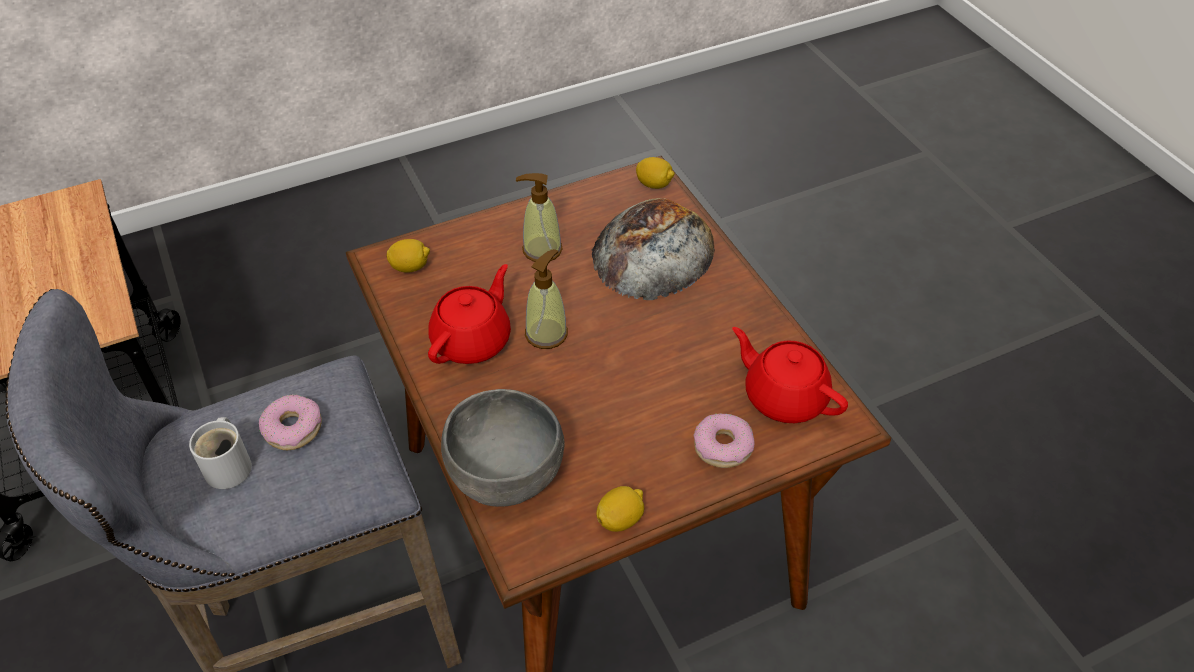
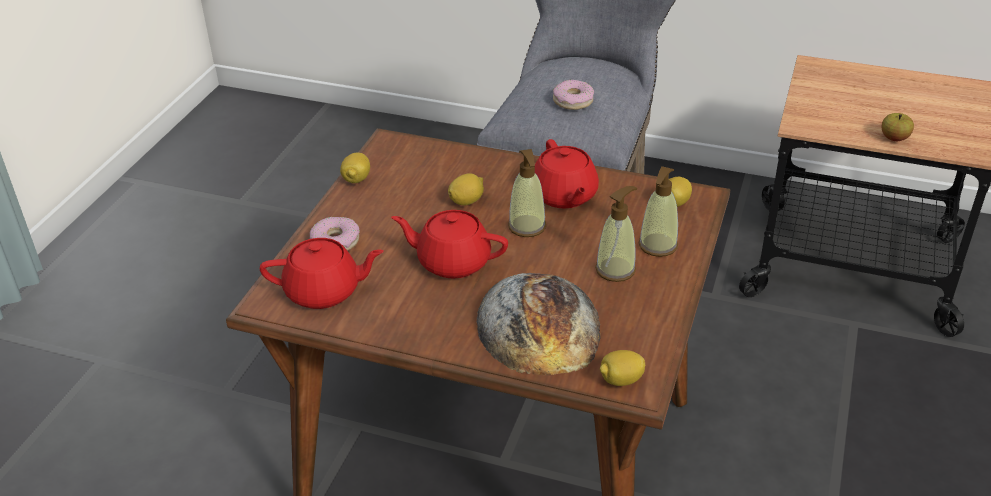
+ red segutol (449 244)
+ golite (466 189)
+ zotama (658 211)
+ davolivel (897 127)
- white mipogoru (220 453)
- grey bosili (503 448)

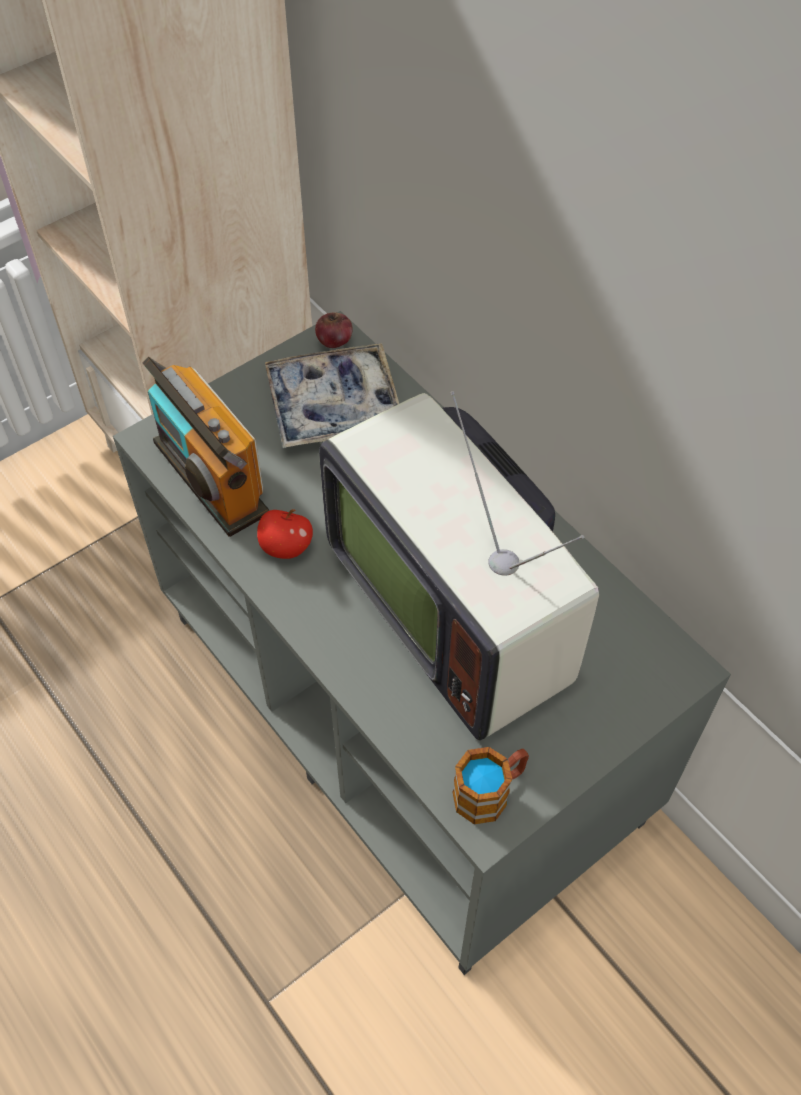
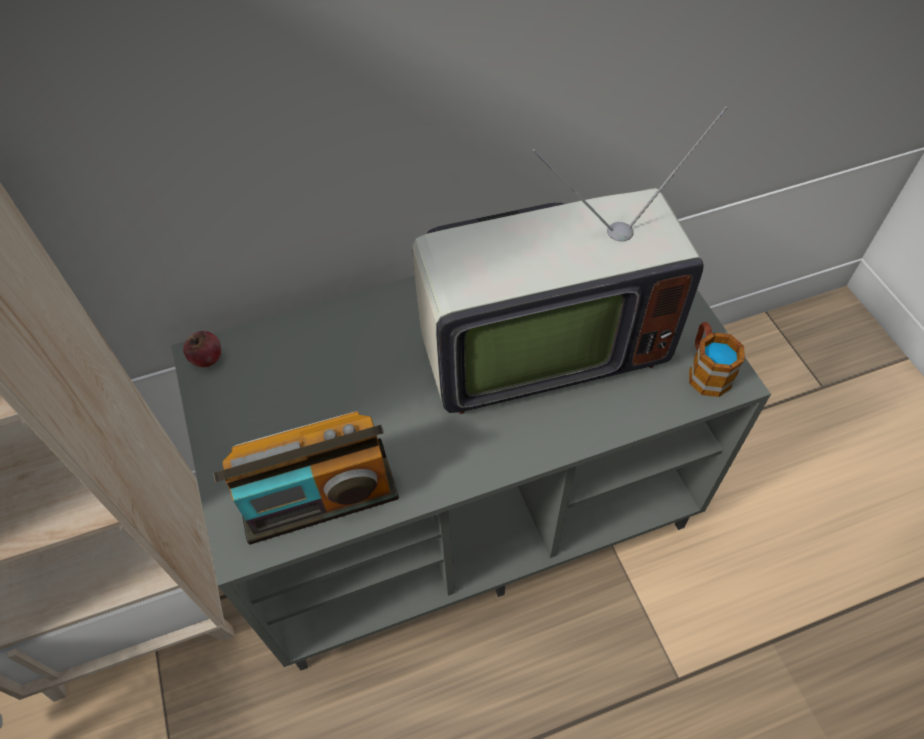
- davolivel (285 534)
- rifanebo (332 395)

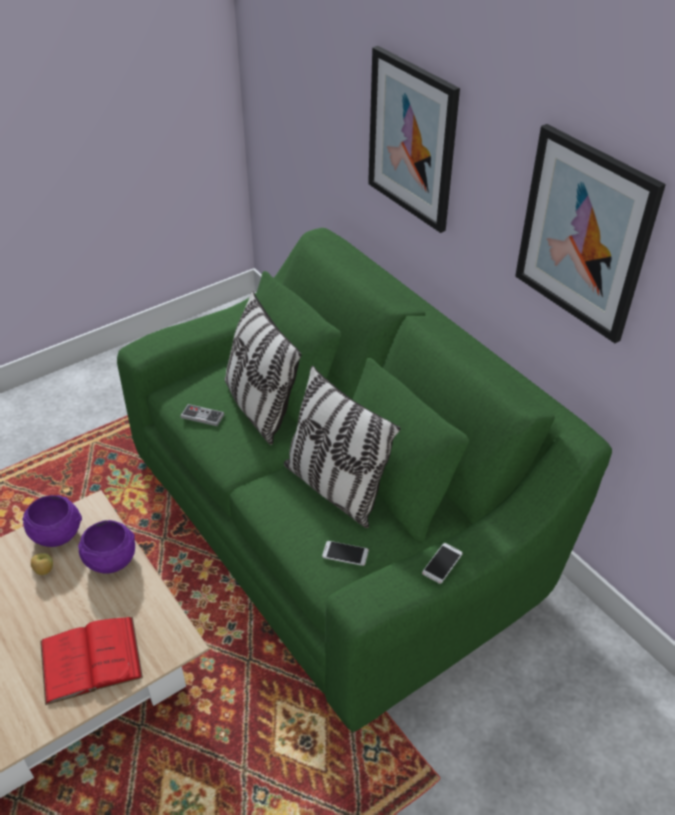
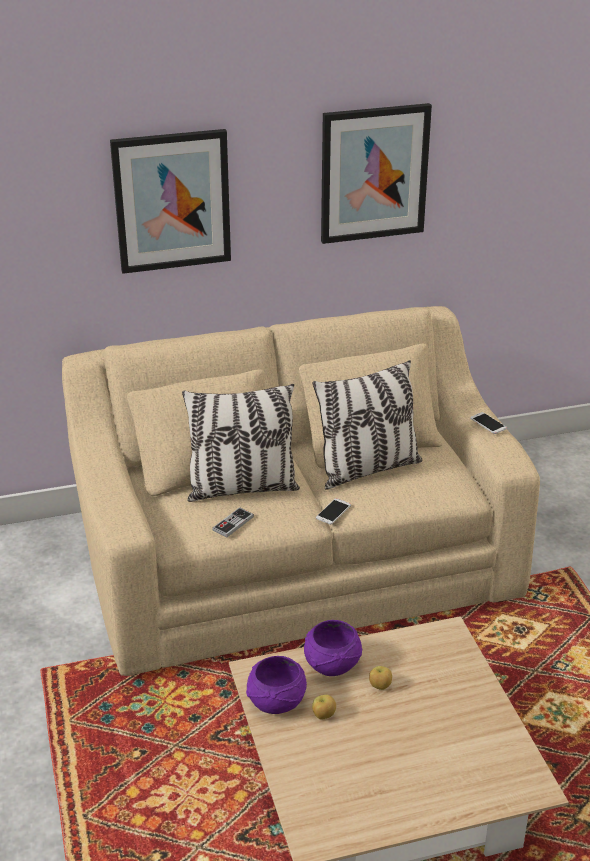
~ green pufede (364 480) to beige pufede (301 491)
~ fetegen (345 553) to (333 511)
+ davolivel (380 678)
- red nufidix (91 661)

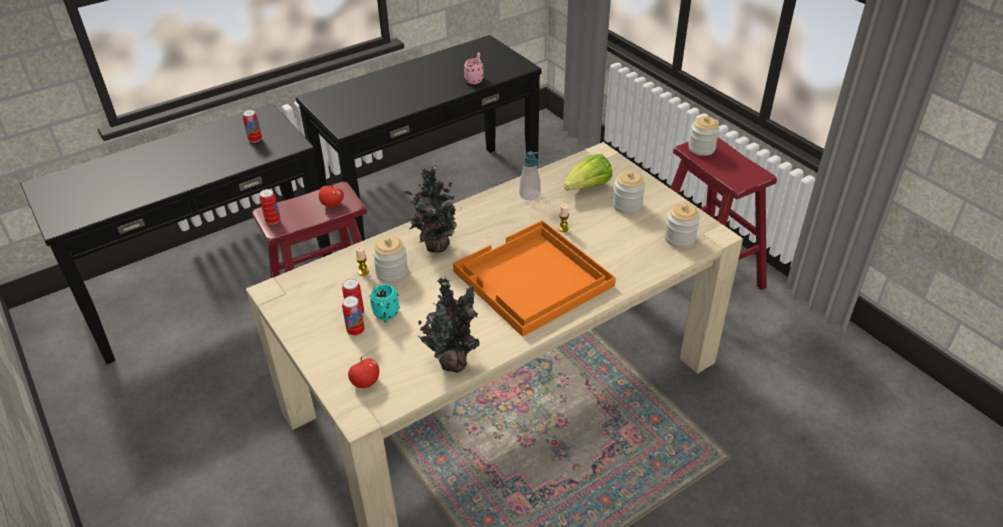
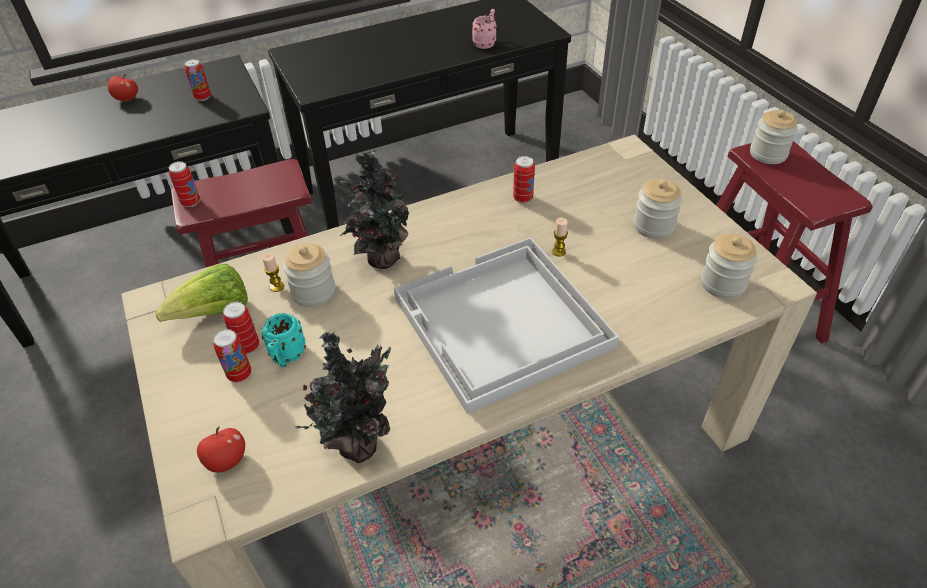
~ davolivel (331 195) to (123 87)
~ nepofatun (588 172) to (202 293)
~ orange rifanebo (534 278) to white rifanebo (506 325)
~ zotama (530 175) to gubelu (524 179)

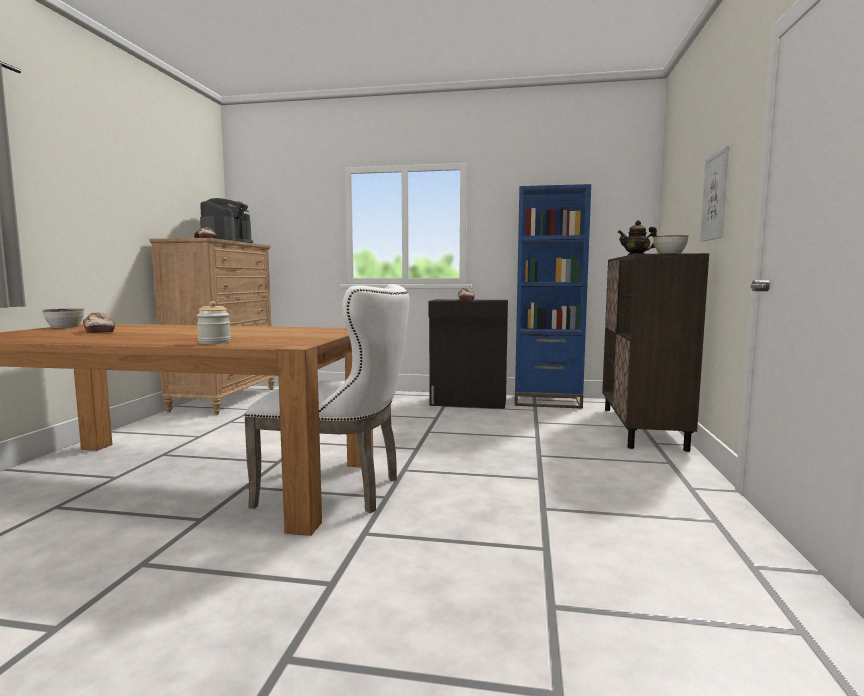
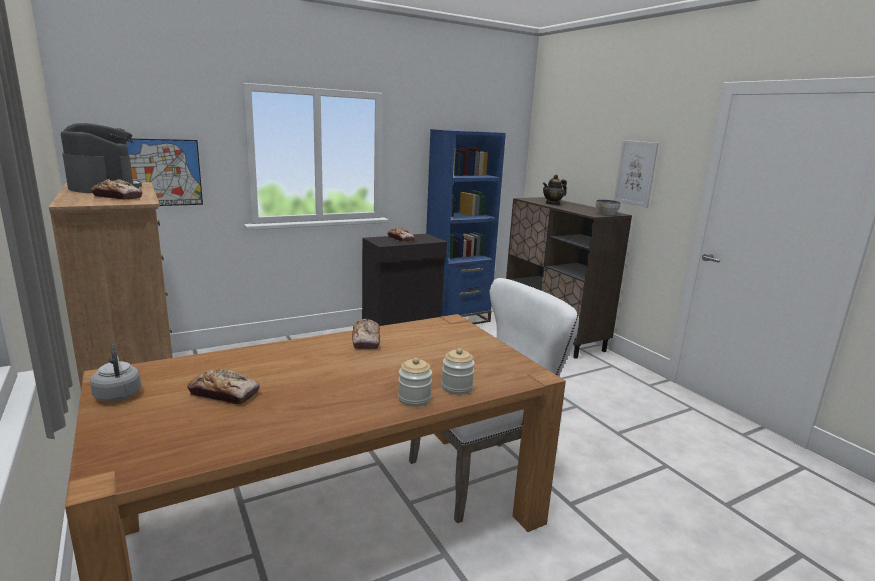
~ bosili (63 318) to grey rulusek (115 373)
+ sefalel (164 172)
+ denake (366 334)
+ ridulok (415 382)

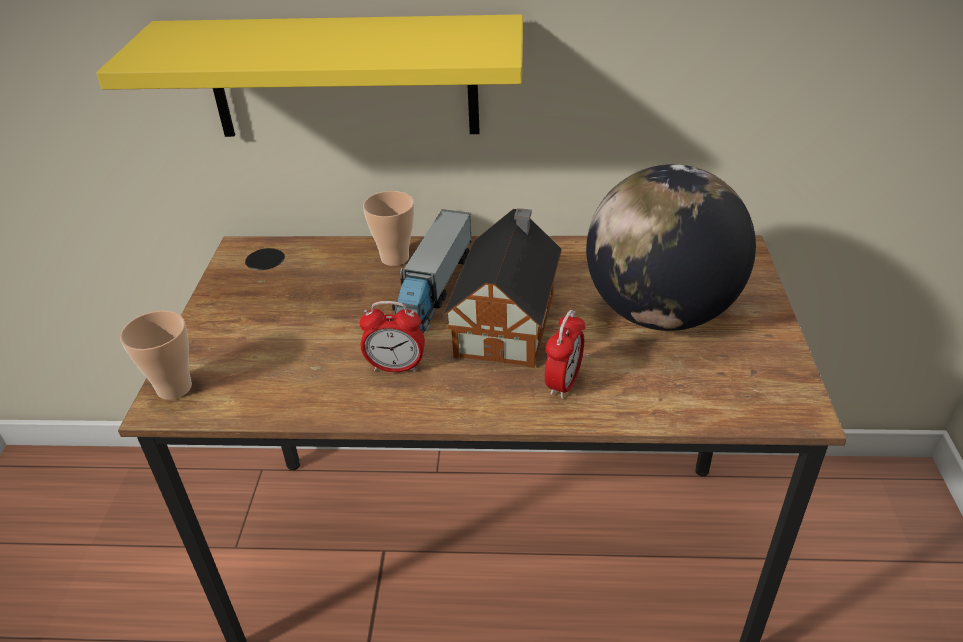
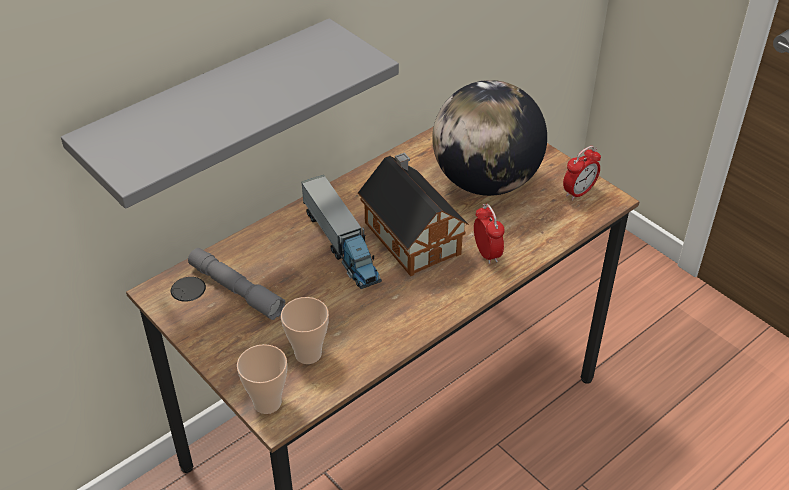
~ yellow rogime (309 75) to grey rogime (230 113)
+ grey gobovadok (236 284)
~ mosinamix (388 228) to (305 330)
~ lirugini (392 336) to (582 173)

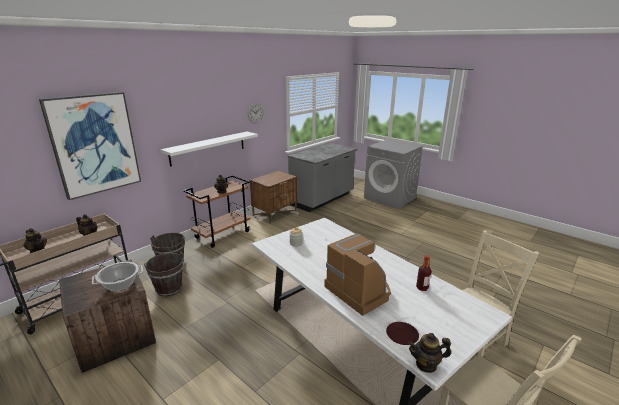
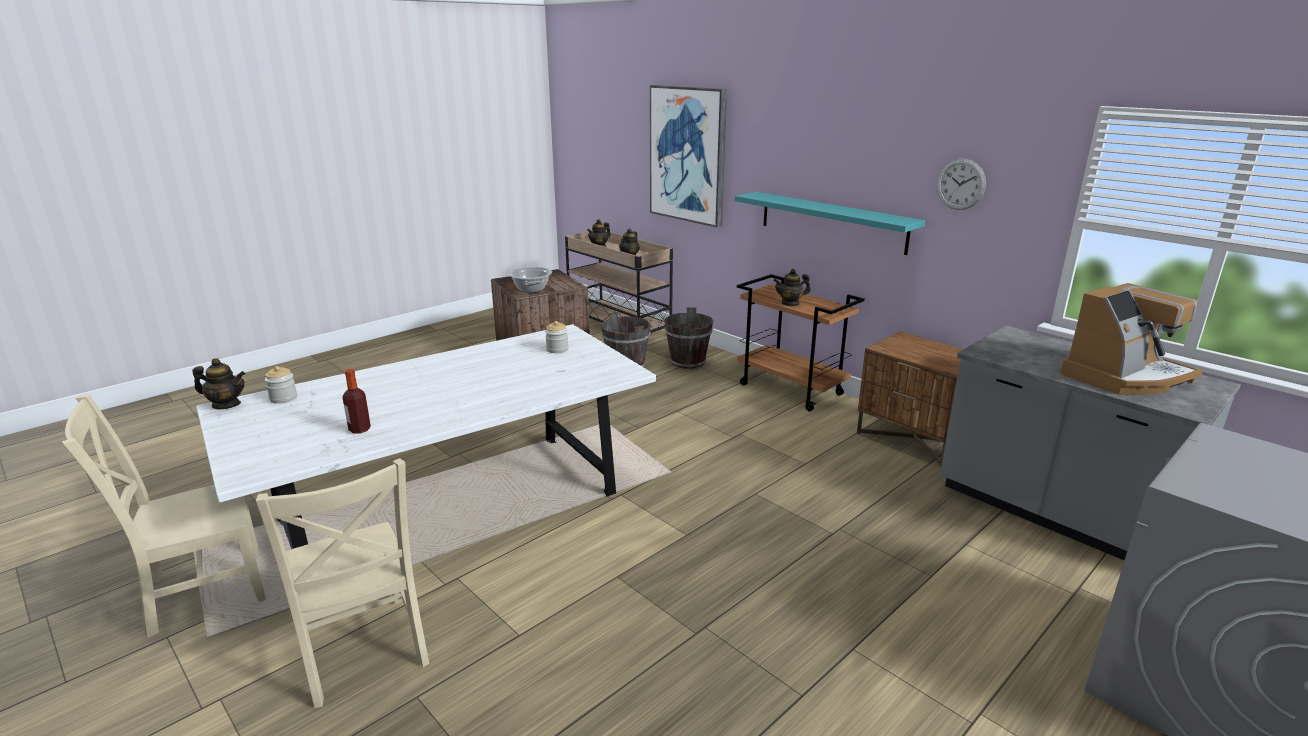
~ segutol (429 353) = (218 383) 90 degrees clockwise
~ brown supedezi (402 333) to ridulok (281 385)
~ white rogime (209 149) to turquoise rogime (830 223)
~ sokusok (357 274) to (1131 339)

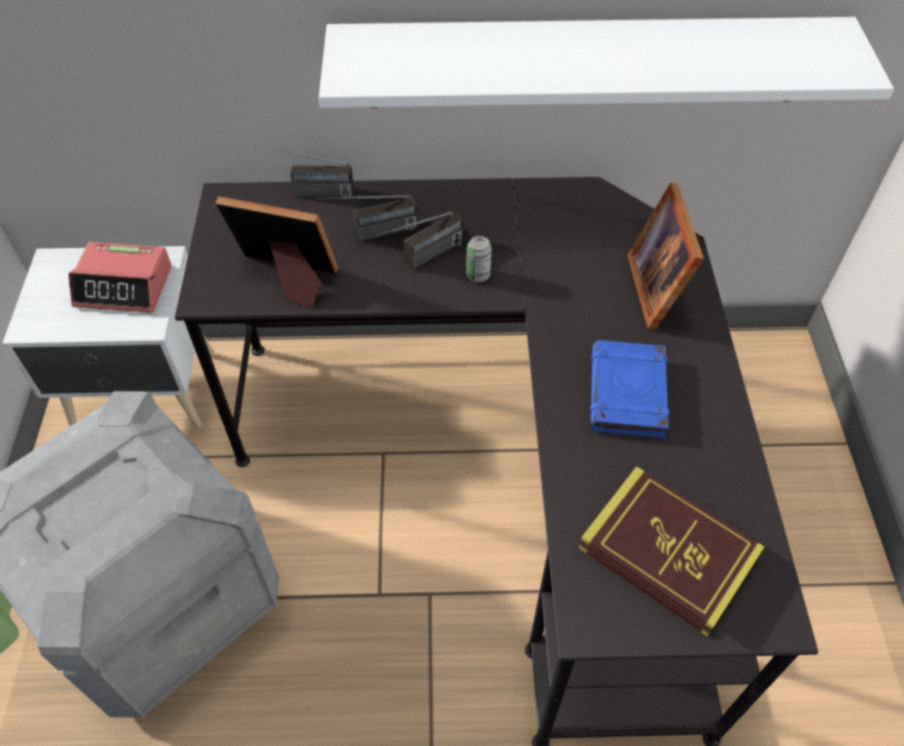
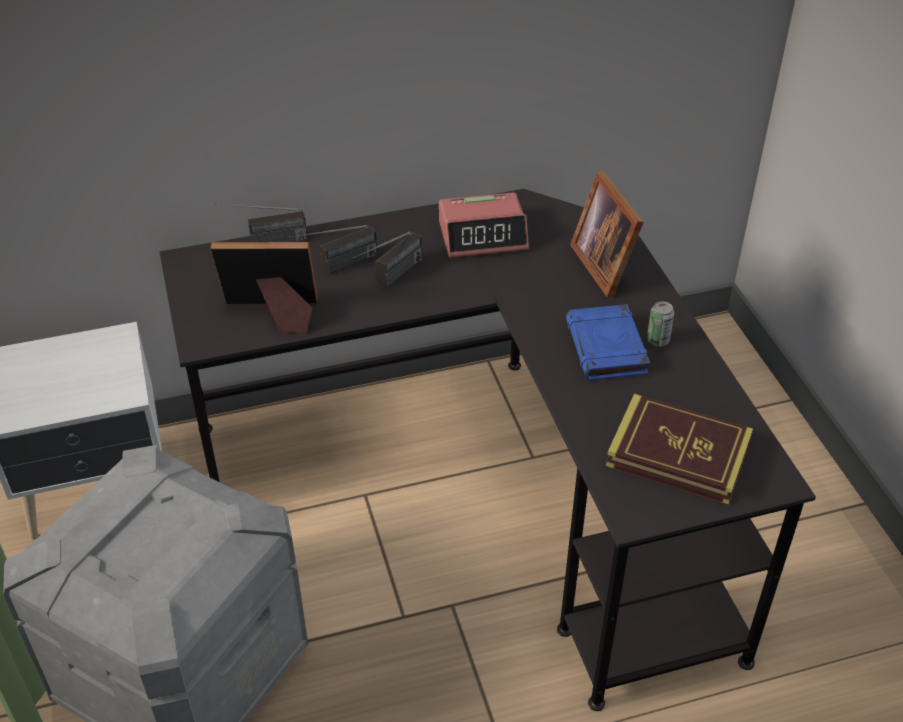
~ lirugini (120 277) to (484 225)
~ gubelu (479 259) to (660 324)
- white rogime (606 62)

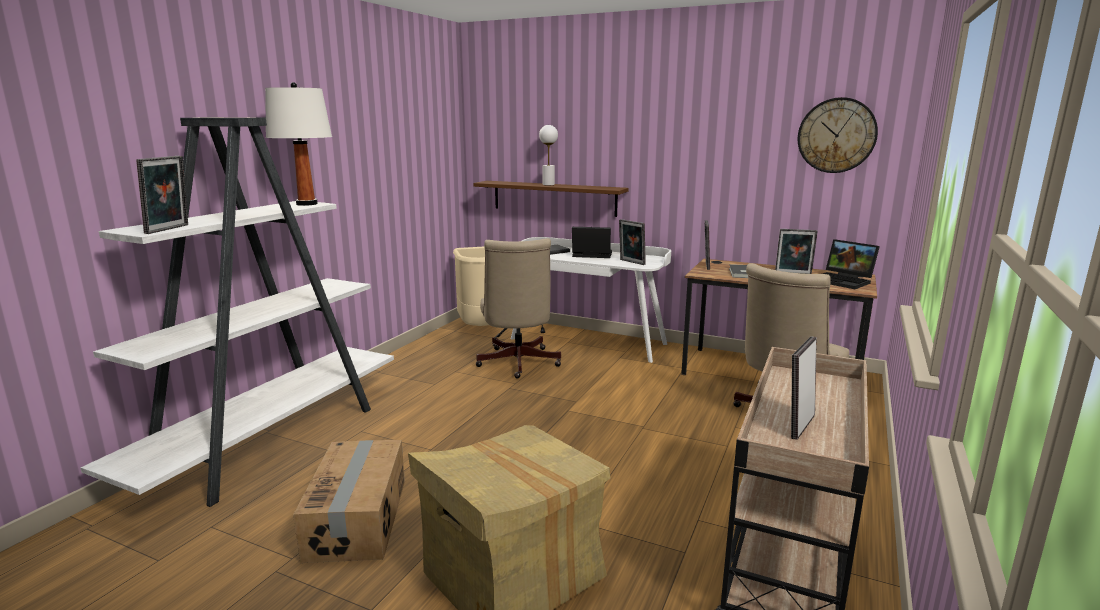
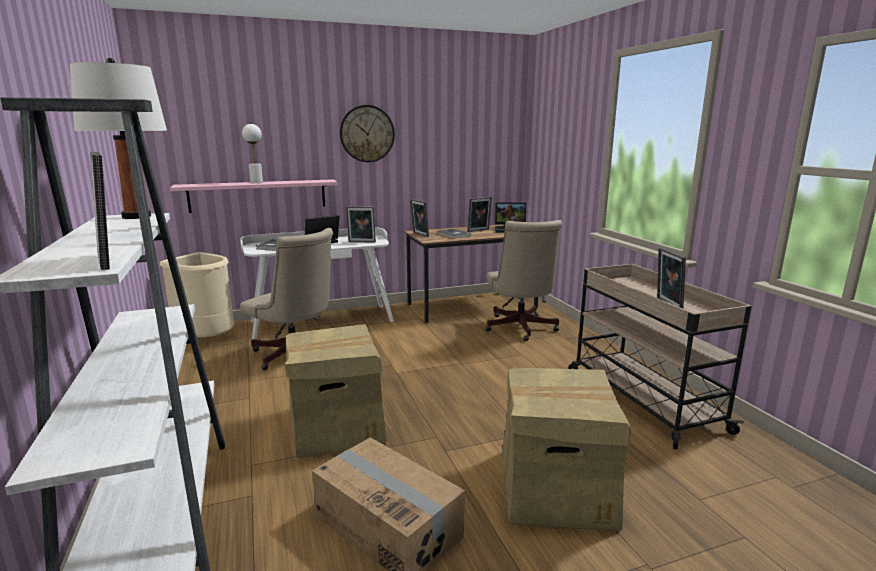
~ brown rogime (551 199) to pink rogime (254 196)
+ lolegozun (335 391)
~ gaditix (838 135) to (367 133)

